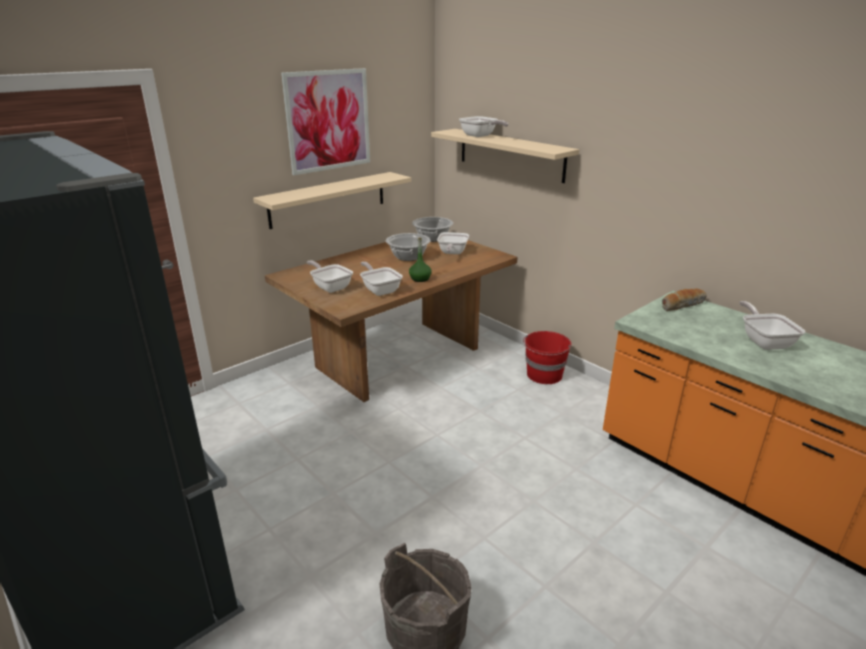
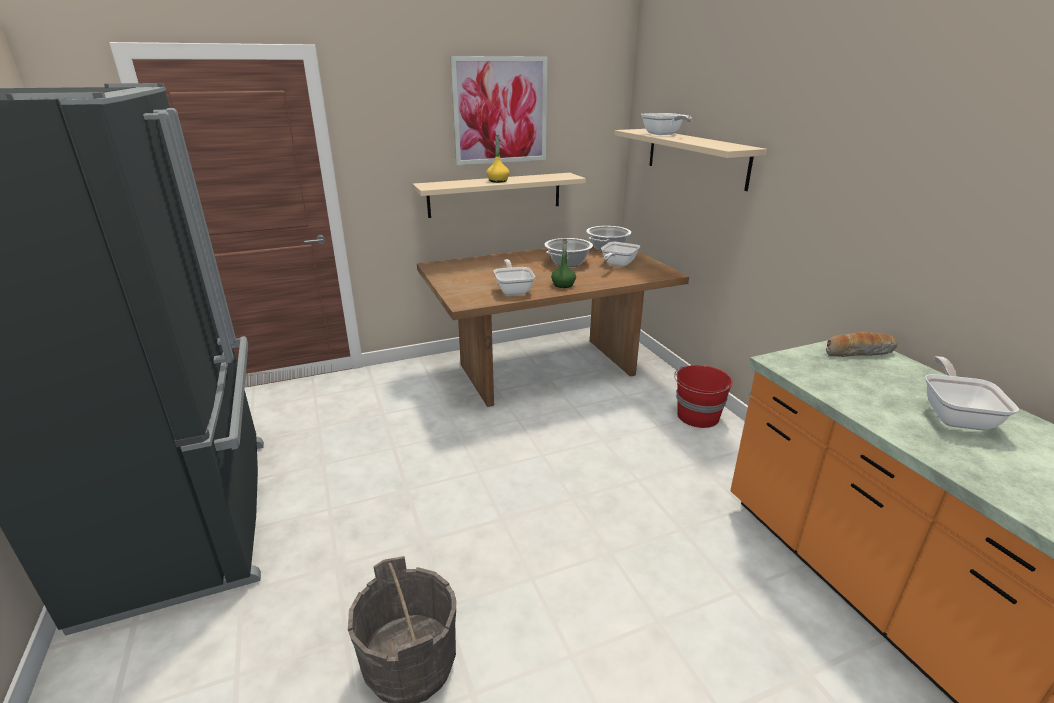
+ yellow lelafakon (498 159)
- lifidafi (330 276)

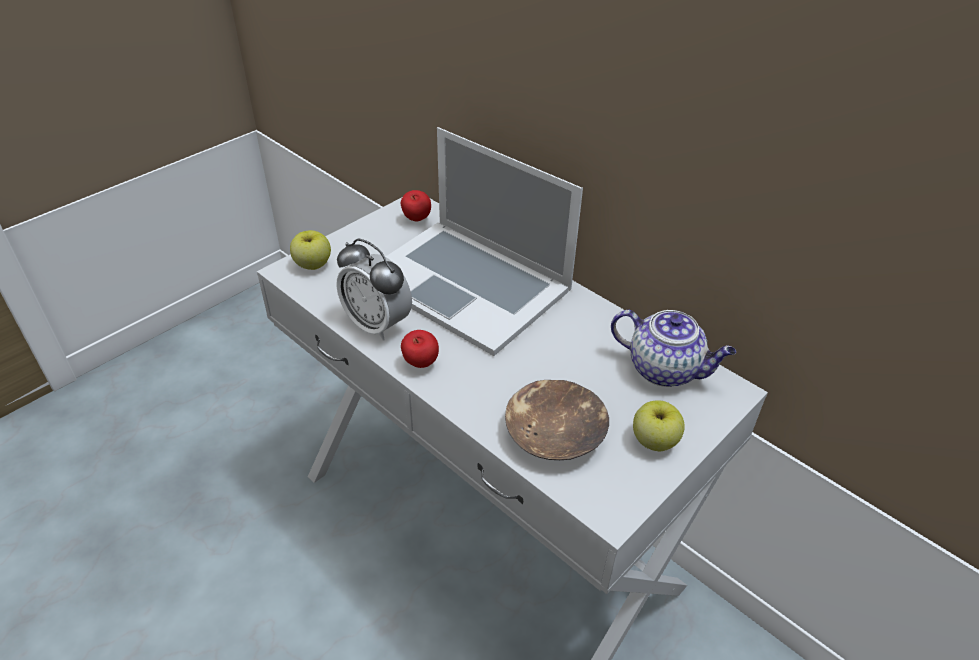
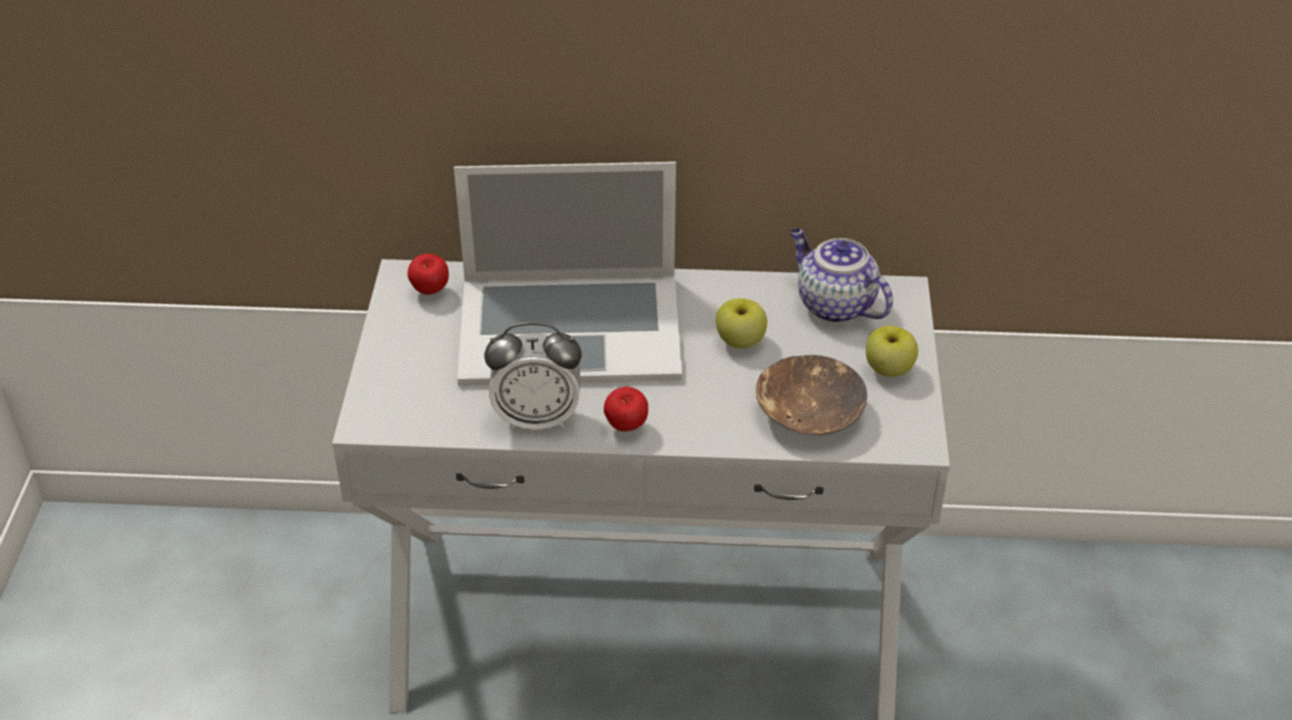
~ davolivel (310 250) to (741 323)
~ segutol (673 348) = (841 275) 120 degrees counterclockwise

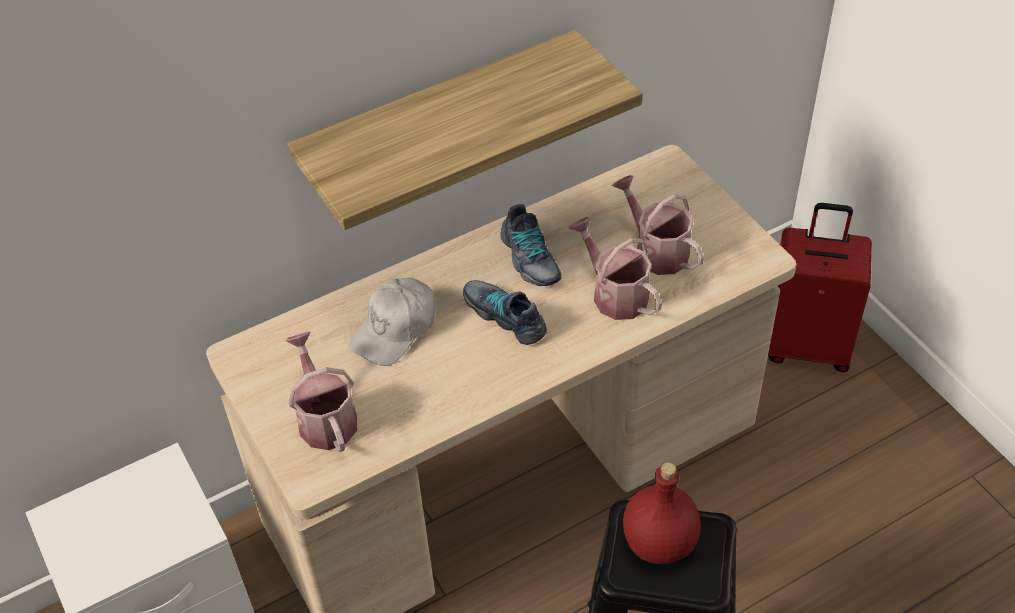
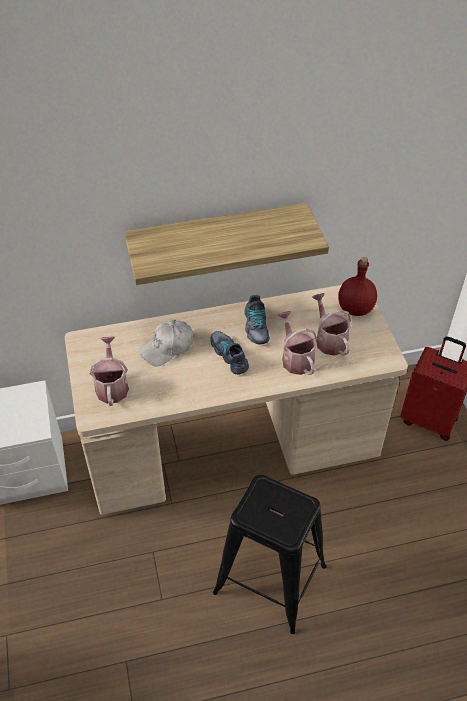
~ red lelafakon (662 513) to (357 286)

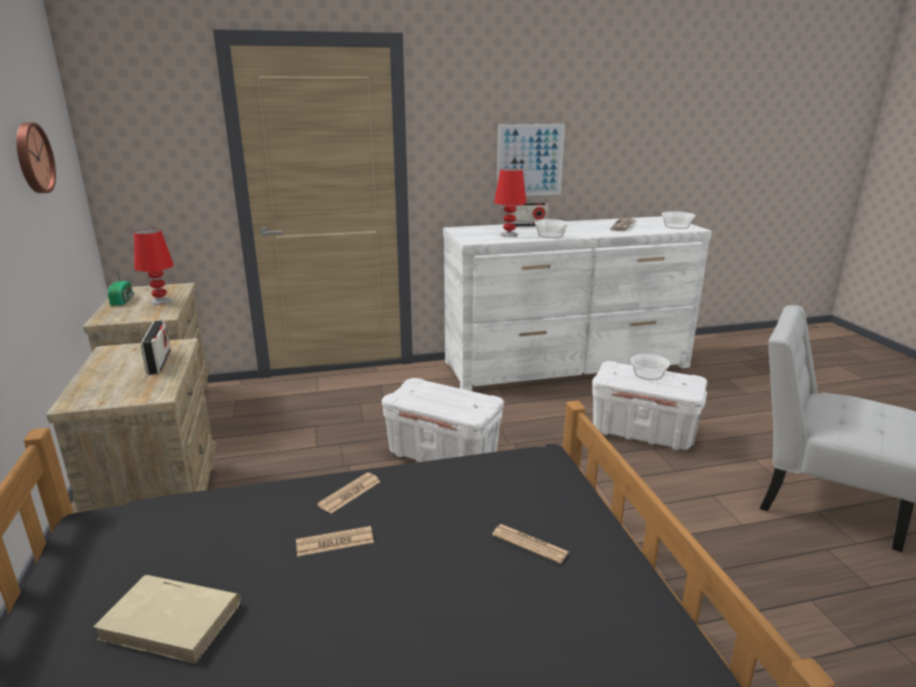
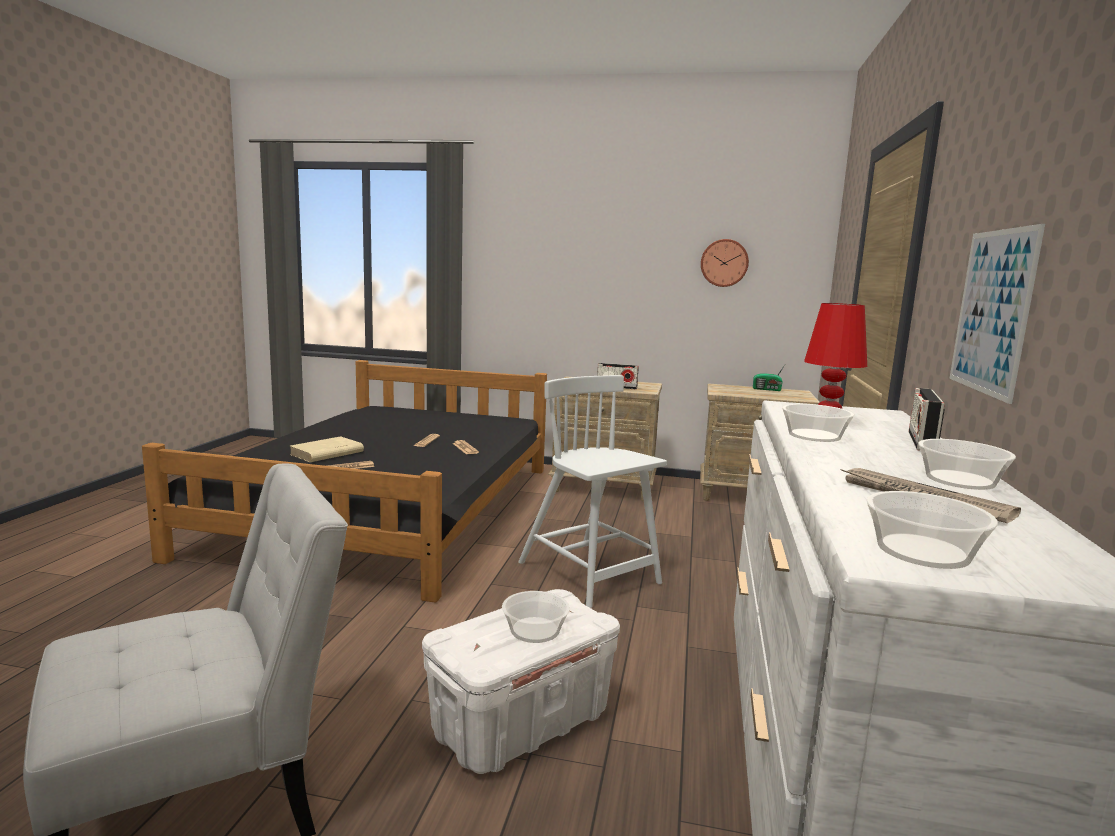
~ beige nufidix (166 619) to (327 449)
~ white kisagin (443 420) to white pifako (592 491)
+ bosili (967 464)
- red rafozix (154 267)

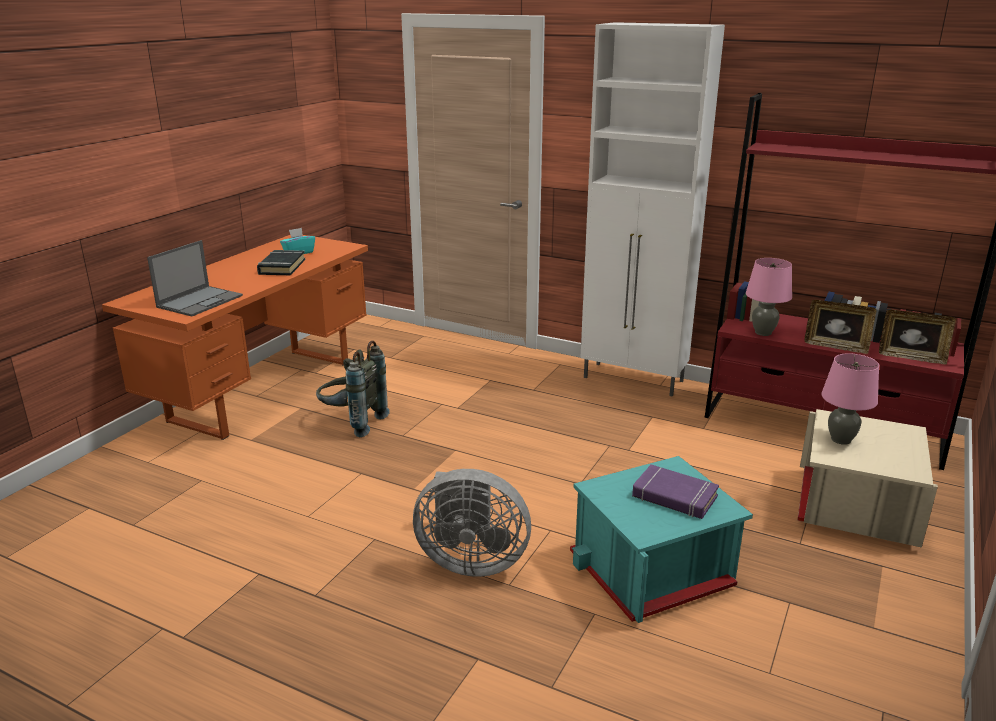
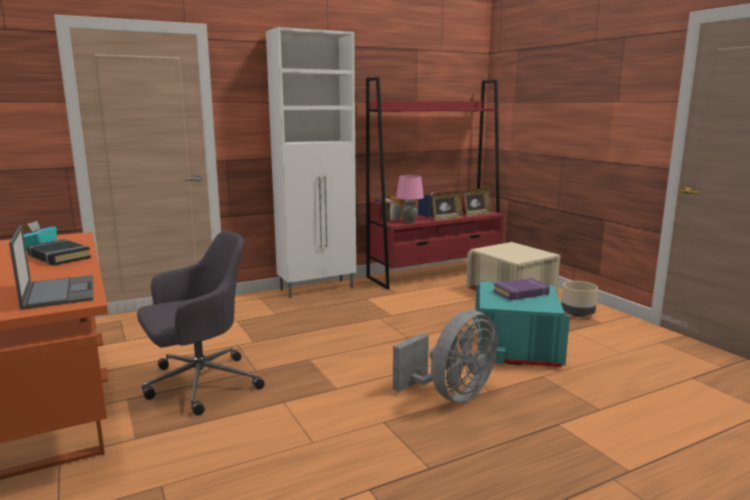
~ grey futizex (353 389) to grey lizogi (201 323)
+ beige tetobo (579 299)
- pink rafozix (850 399)

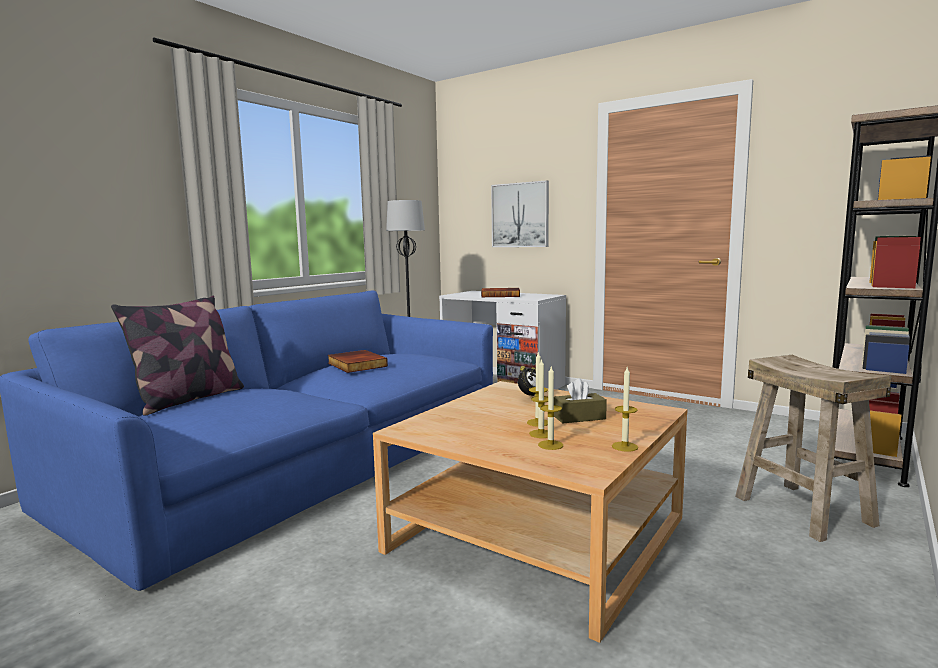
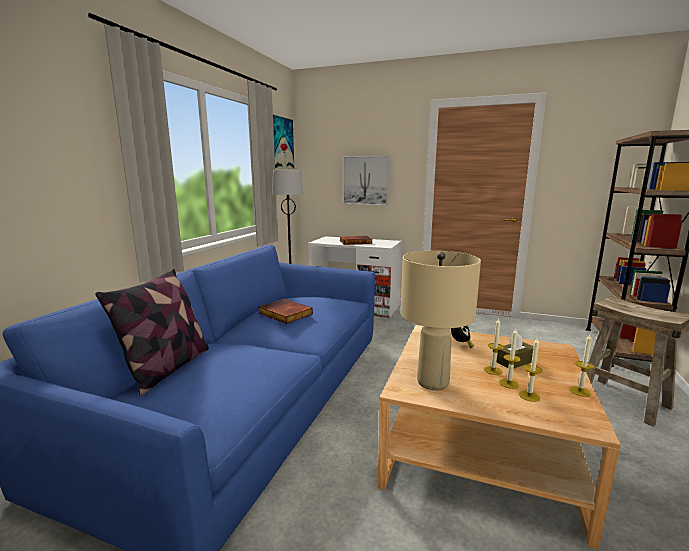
+ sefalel (283 142)
+ beige rafozix (441 321)

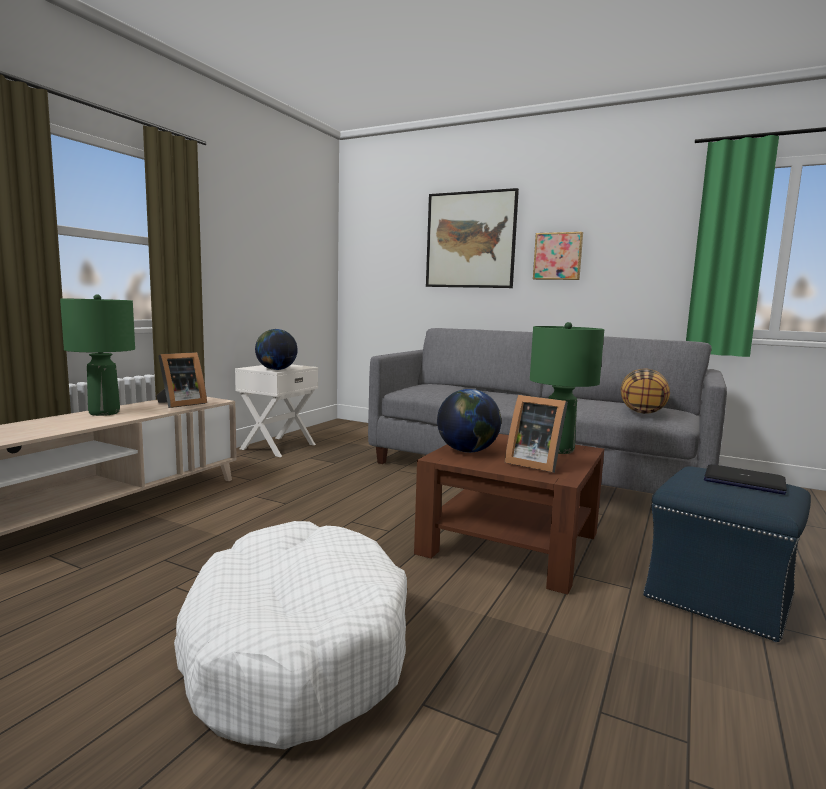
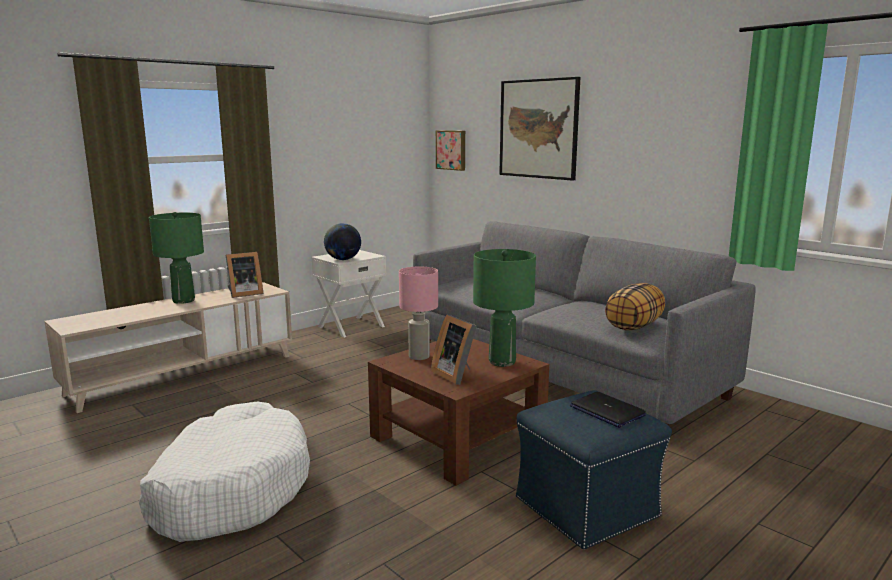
~ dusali (469 421) to pink rafozix (418 313)
~ sefalel (558 256) to (450 150)

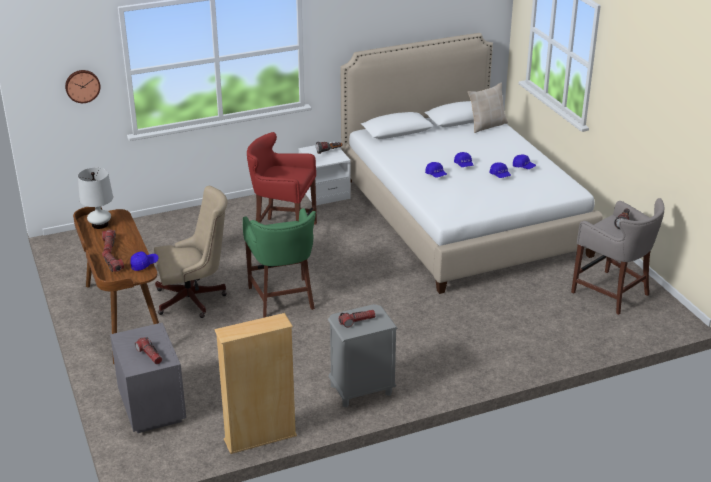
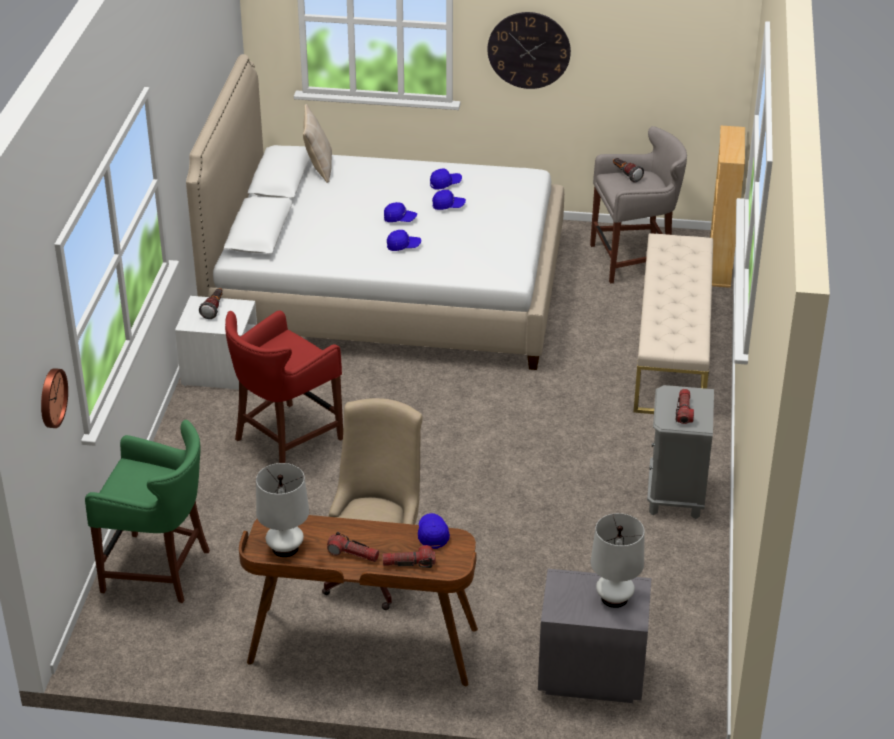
~ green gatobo (279 263) to (147 511)
+ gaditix (529 50)
~ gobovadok (148 350) to white rafozix (617 560)
+ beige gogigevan (673 323)
~ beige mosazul (255 383) to (727 206)

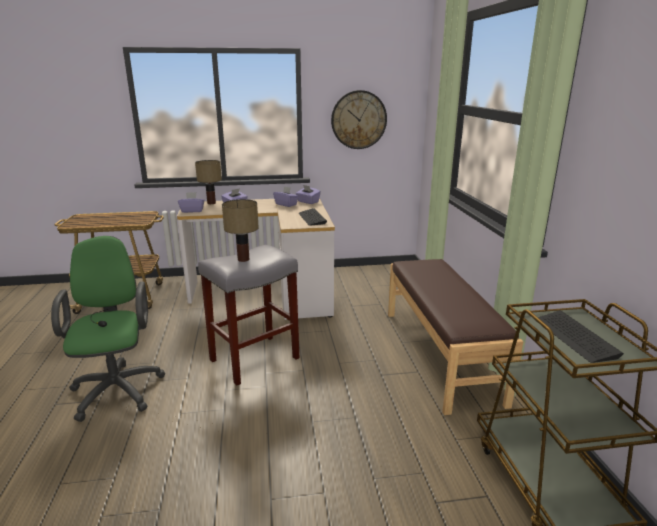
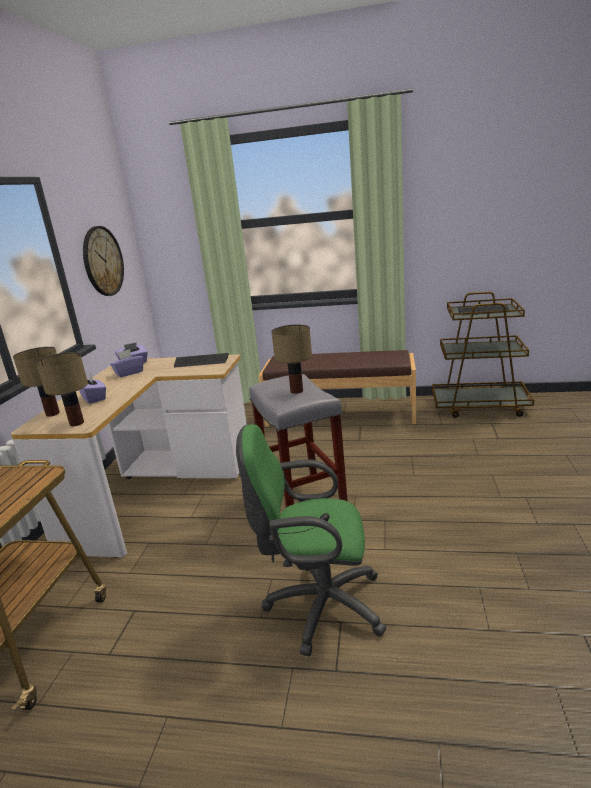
~ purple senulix (191 202) to rafozix (62 389)

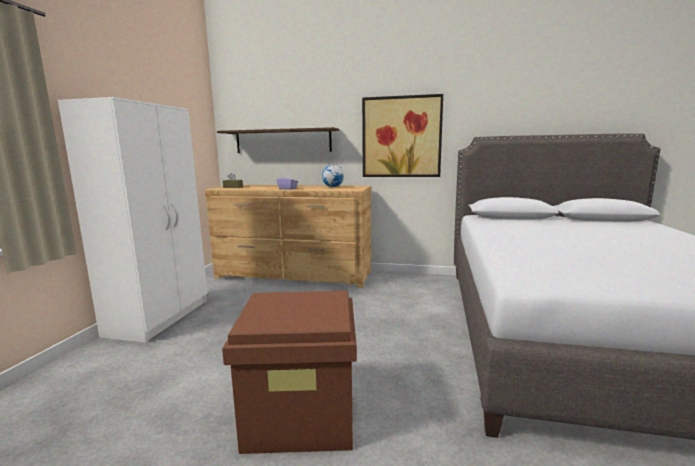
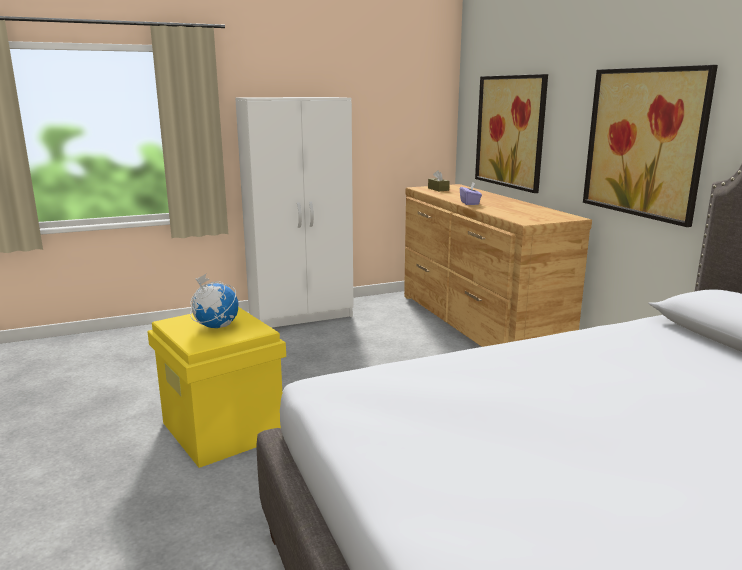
~ brown kisagin (289 372) to yellow kisagin (216 387)
~ dusali (333 173) to (214 301)
~ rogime (278 140) to sefalel (511 133)

